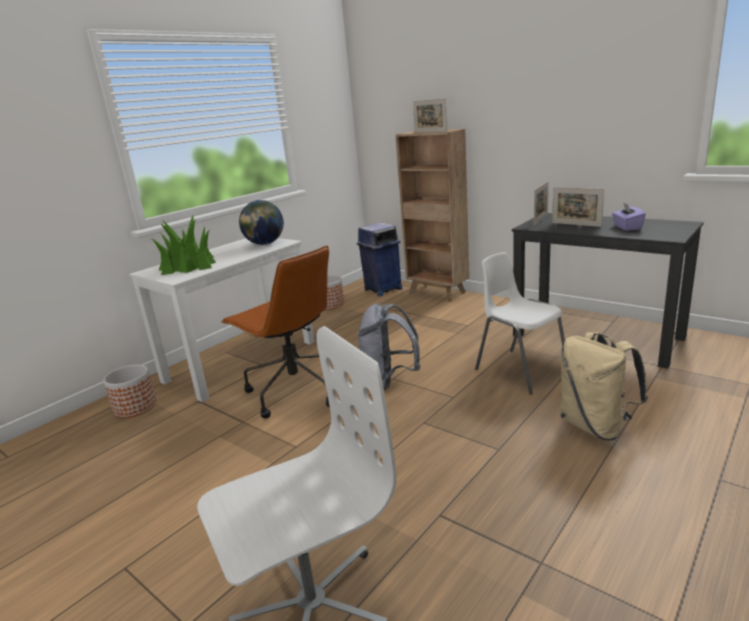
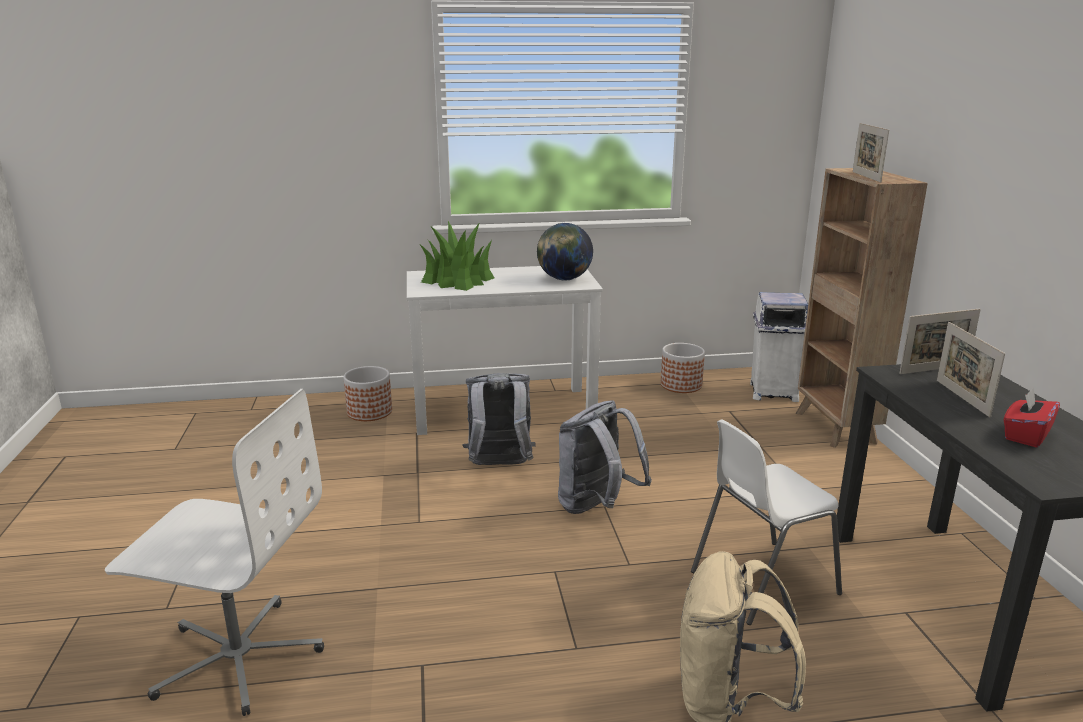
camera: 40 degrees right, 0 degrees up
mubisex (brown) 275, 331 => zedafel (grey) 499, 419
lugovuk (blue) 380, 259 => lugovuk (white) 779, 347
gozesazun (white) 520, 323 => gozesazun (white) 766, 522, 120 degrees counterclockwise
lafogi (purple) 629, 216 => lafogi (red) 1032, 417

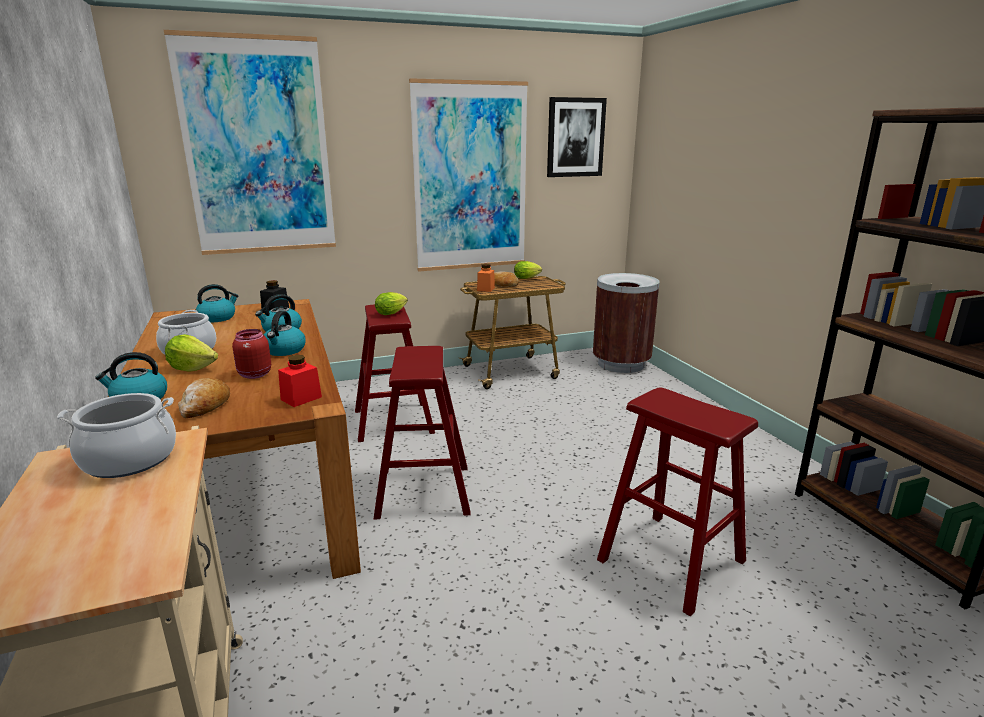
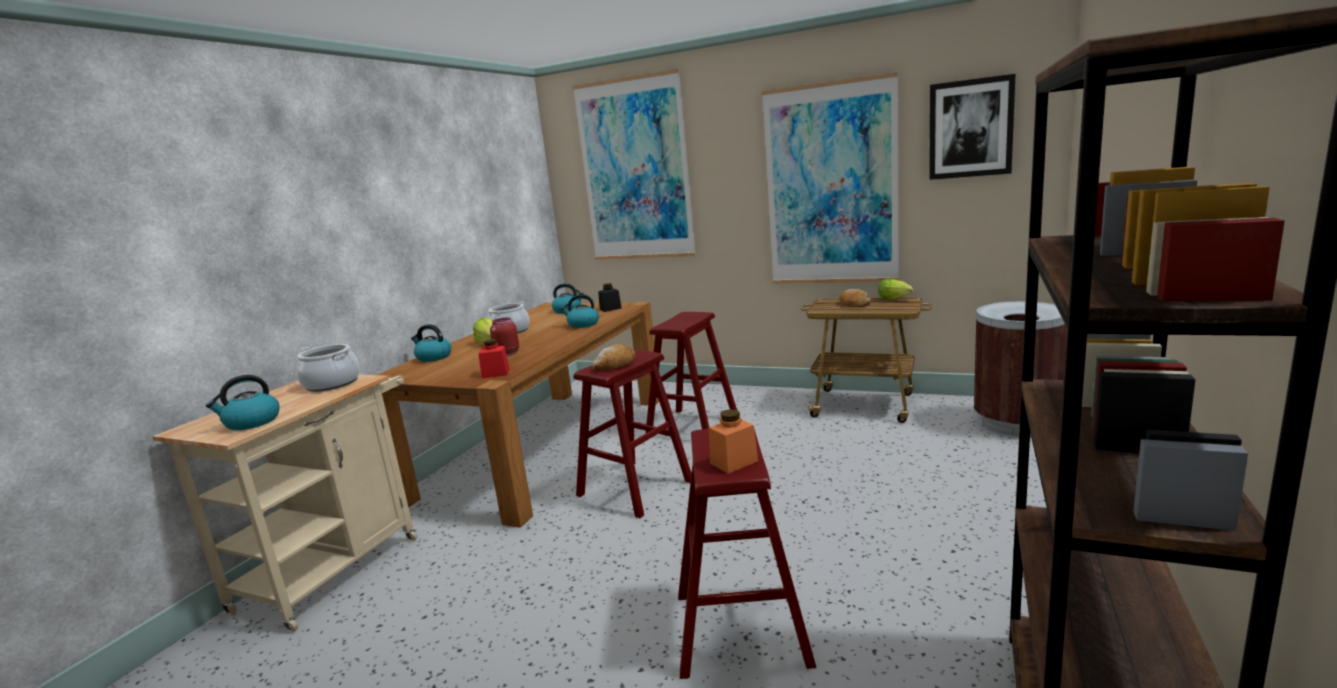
camera: 45 degrees right, 5 degrees down
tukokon 204, 398 => tukokon 614, 357, shifted
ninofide 285, 333 => ninofide 243, 402, shifted
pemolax 391, 303 => nothing
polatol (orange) 486, 278 => polatol (orange) 733, 441, shifted

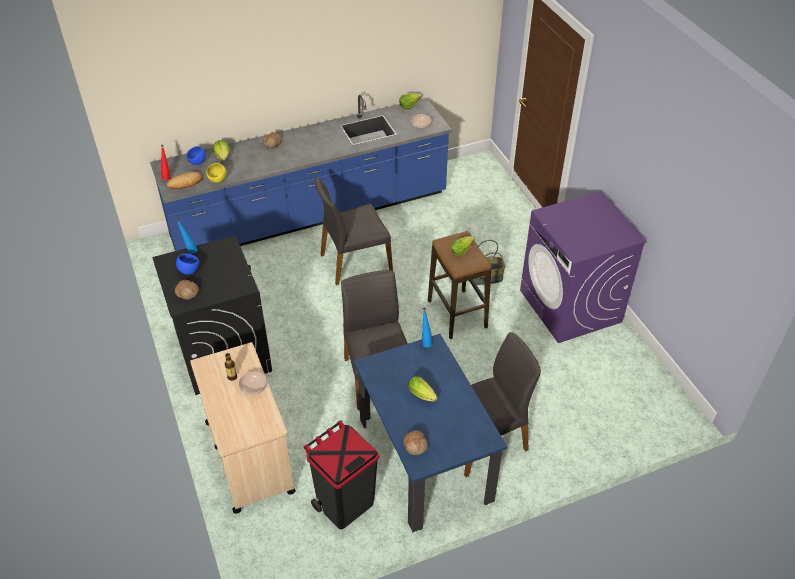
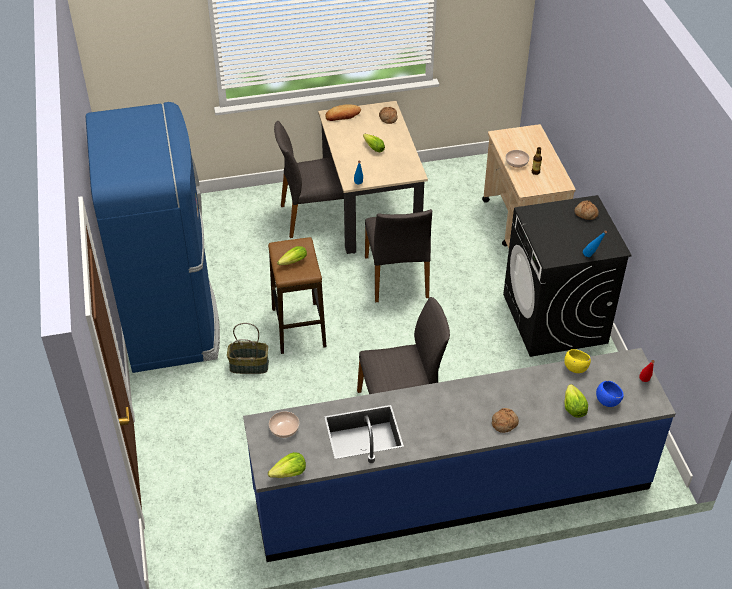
camera: 170 degrees left, 0 degrees up
tukokon 185, 180 => tukokon 343, 112, shifted
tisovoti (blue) 187, 263 => nothing
lugovuk (black) 341, 474 => nothing
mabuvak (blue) 430, 433 => mabuvak (beige) 373, 177
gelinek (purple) 583, 267 => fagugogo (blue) 153, 237

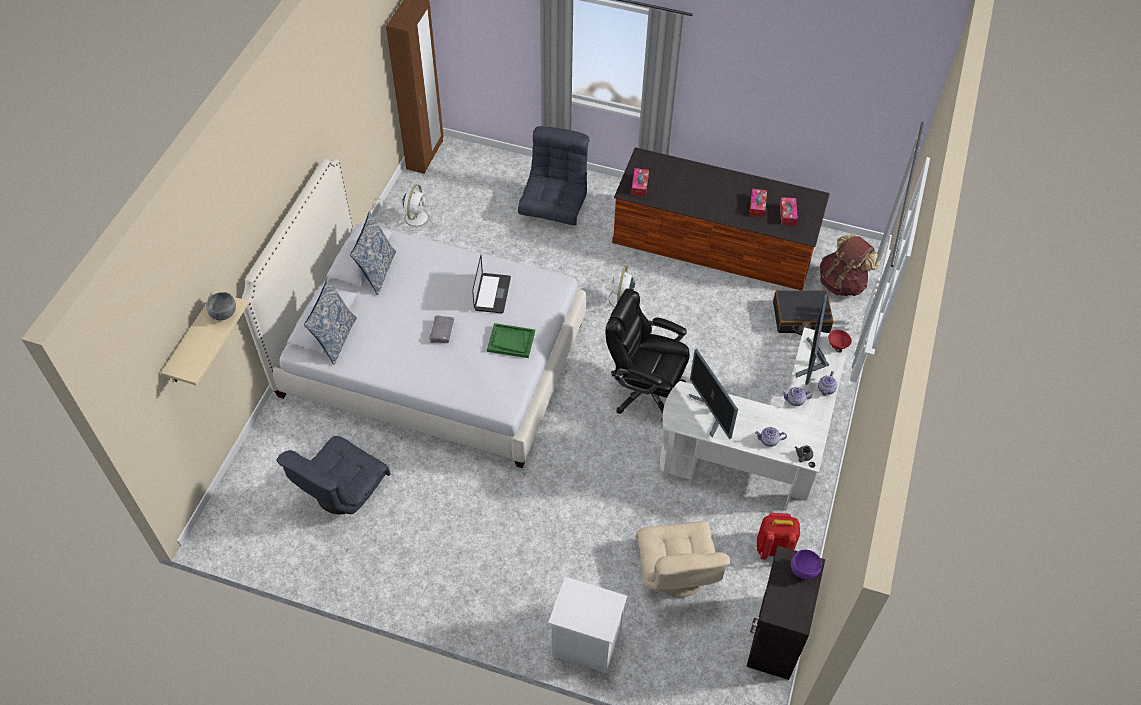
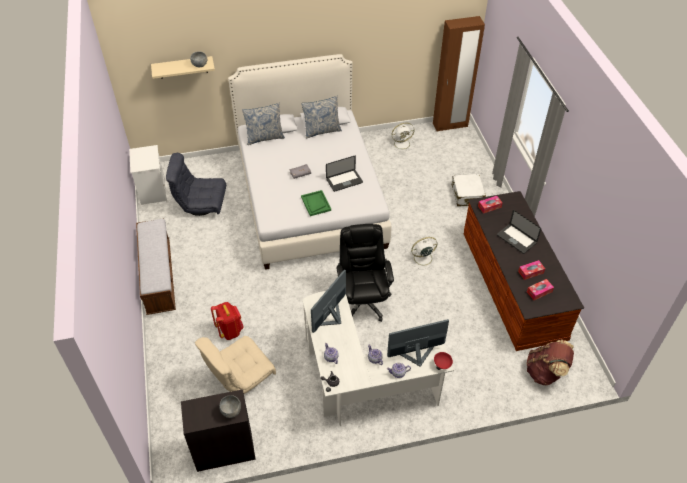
camera: 60 degrees right, 5 degrees down
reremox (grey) 554, 175 => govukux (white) 469, 190
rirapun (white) 587, 625 => rirapun (white) 148, 175, shifted
zedafel (red) 778, 536 => zedafel (red) 227, 321, shifted
govukux (black) 803, 312 => nothing
tisovoti (purple) 806, 564 => tisovoti (grey) 230, 406
nothing => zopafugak 156, 267
nothing => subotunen 519, 232

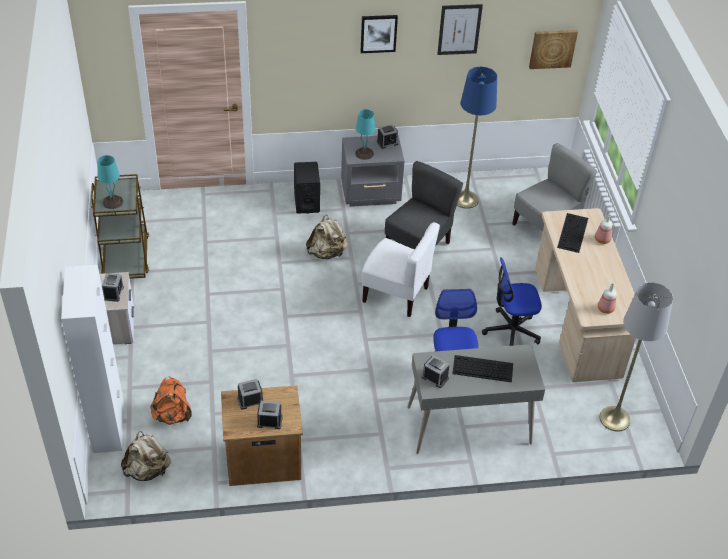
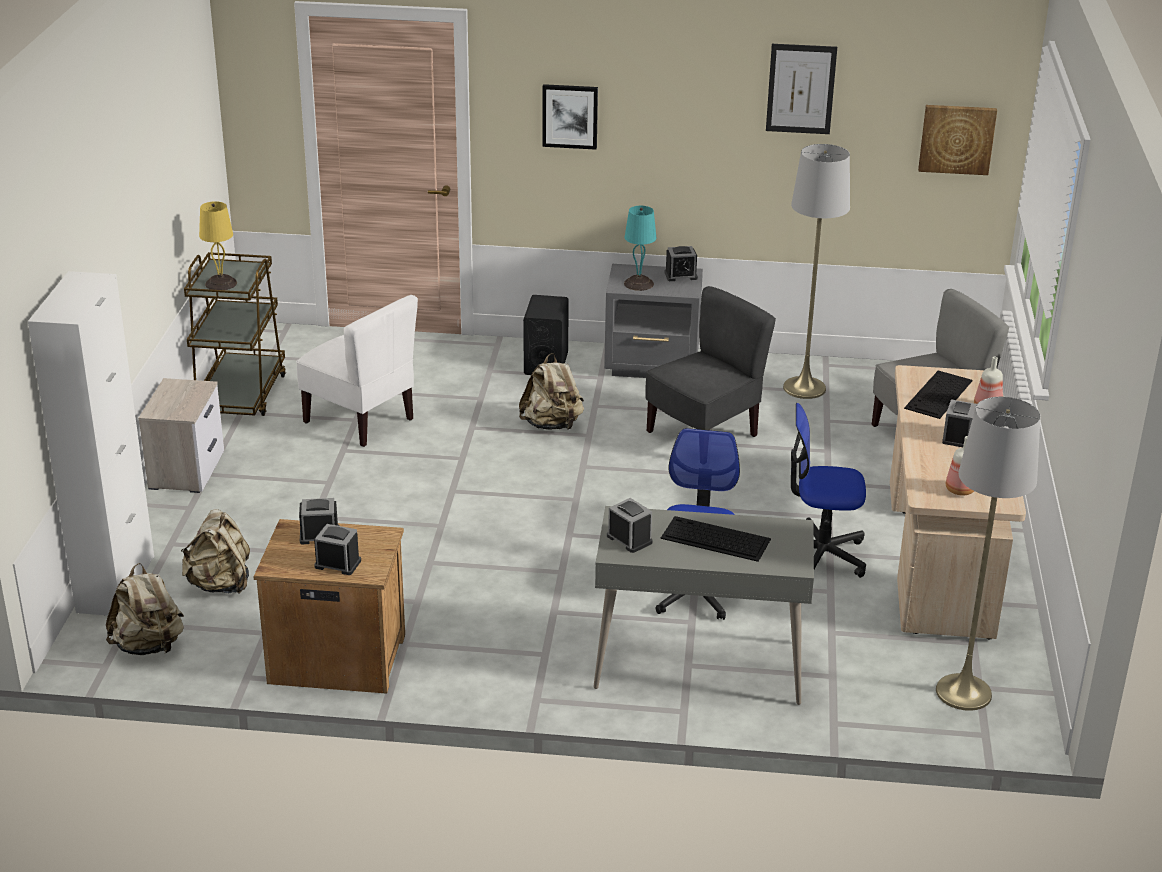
camera: 15 degrees right, 15 degrees down
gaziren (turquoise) 110, 182 => gaziren (yellow) 218, 245
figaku 113, 287 => figaku 959, 423, shifted
zedafel (orange) 171, 400 => zedafel (beige) 215, 551
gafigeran 379, 34 => gafigeran 570, 117, shifted
gozesazun (white) 401, 269 => gozesazun (white) 357, 371, shifted
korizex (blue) 477, 138 => korizex (grey) 816, 271

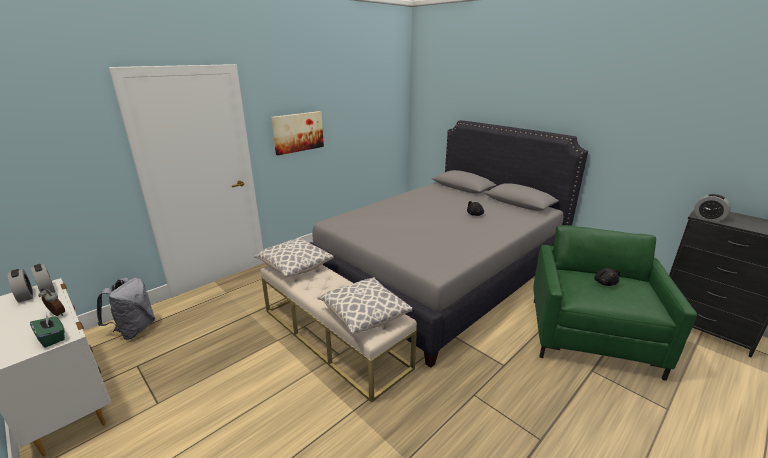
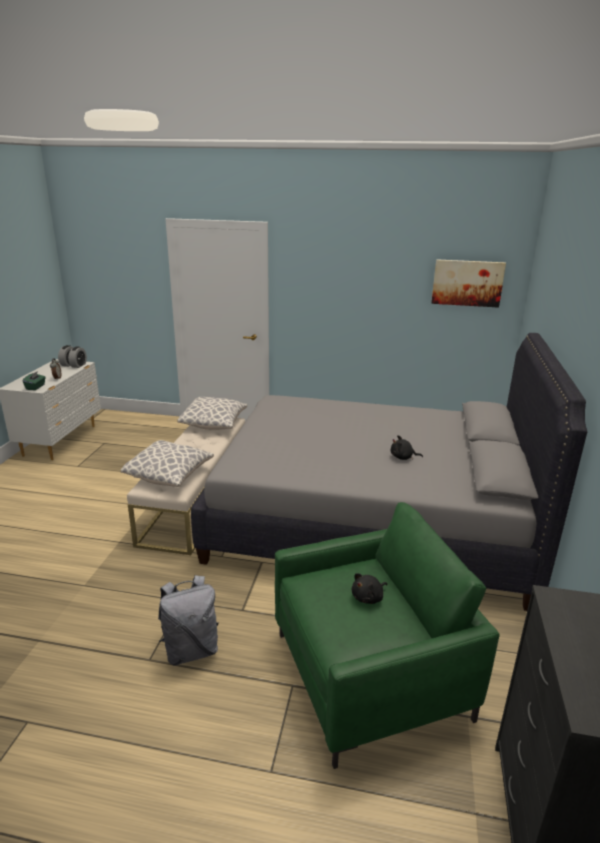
camera: 55 degrees right, 0 degrees up
zedafel (grey) 126, 309 => zedafel (grey) 188, 620, shifted
gafigeran 298, 133 => gafigeran 468, 283, shifted
figaku 712, 208 => nothing

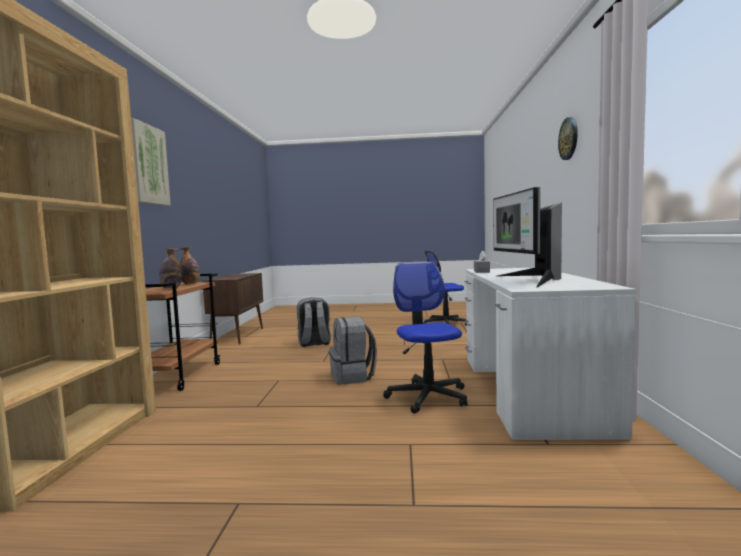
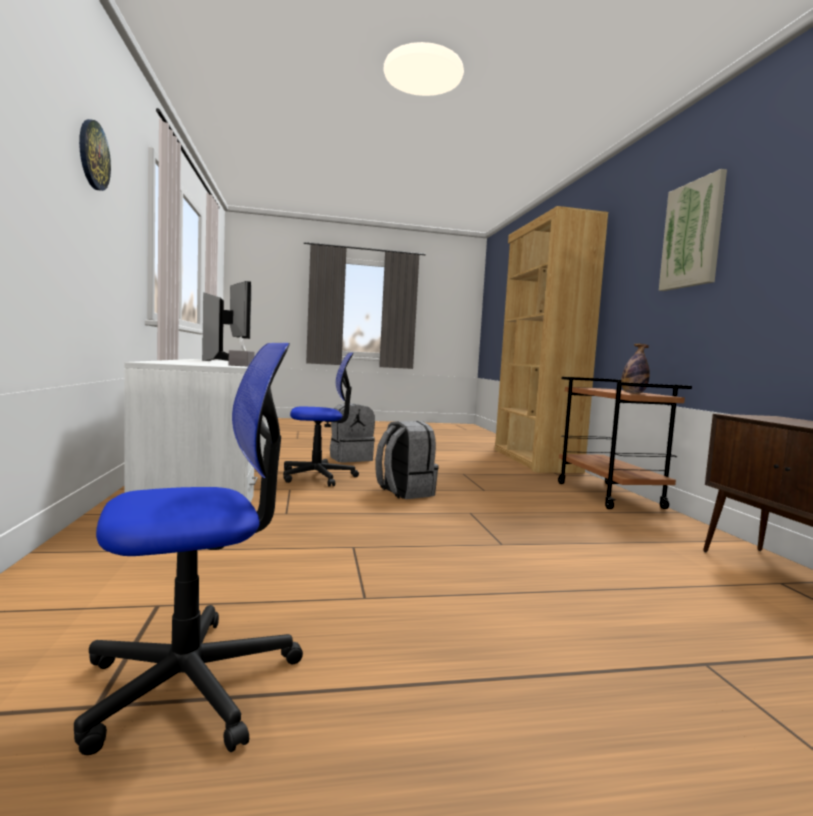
camera: 165 degrees right, 0 degrees up
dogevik 170, 268 => nothing
zedafel (grey) 314, 322 => zedafel (grey) 352, 432, shifted
mubisex 425, 337 => mubisex 321, 419, 75 degrees counterclockwise

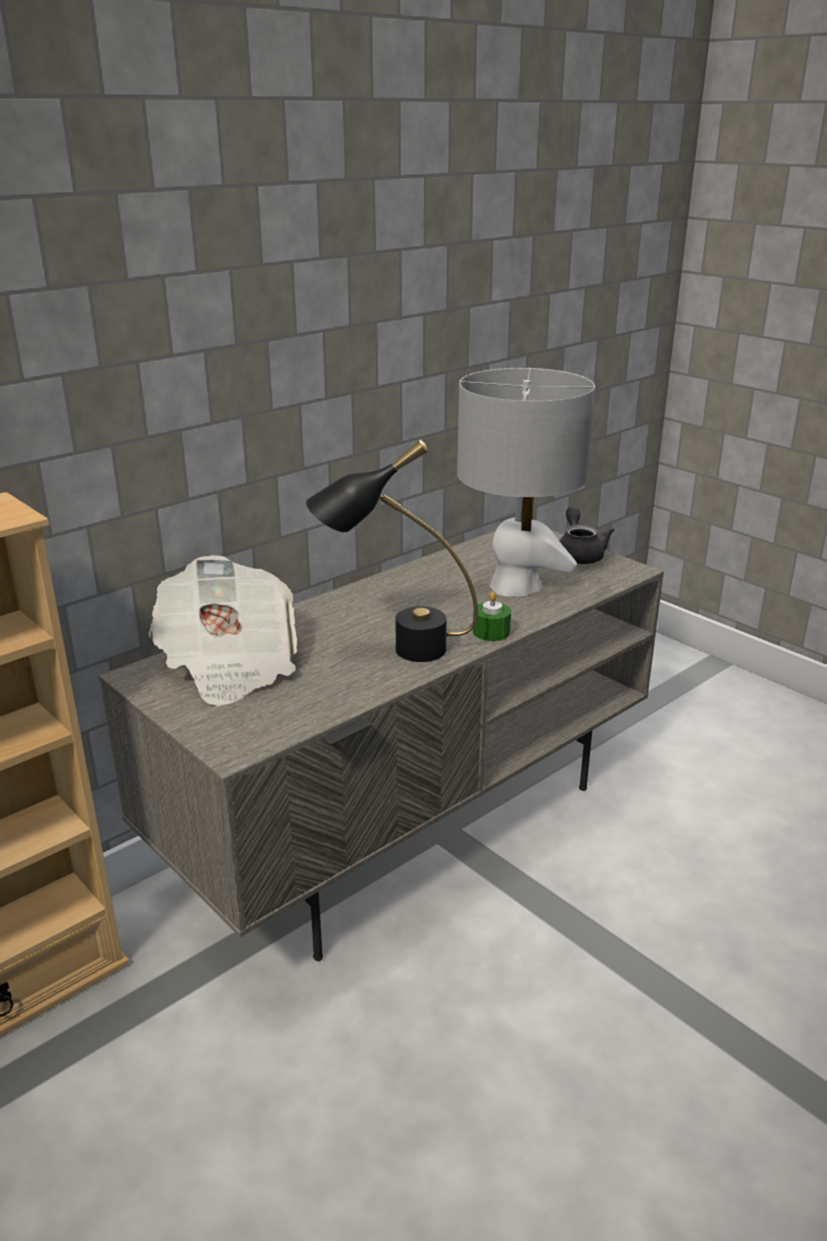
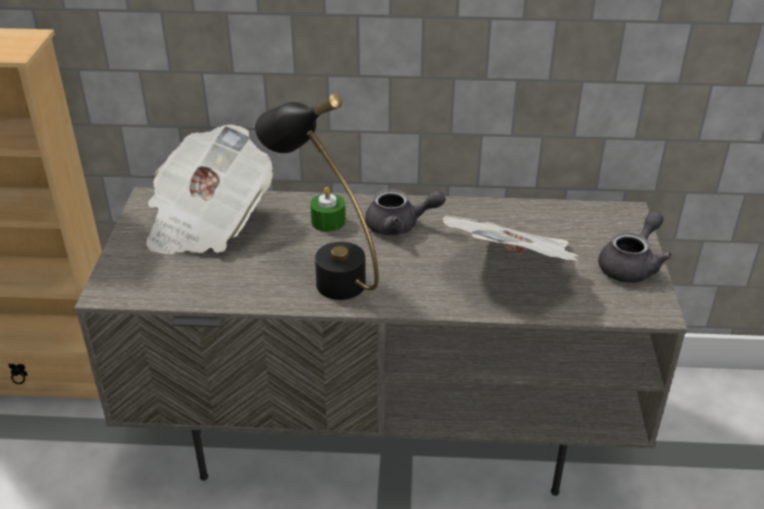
camera: 45 degrees right, 10 degrees up
gaziren (grey) 526, 482 => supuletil 511, 239
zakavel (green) 492, 616 => zakavel (green) 327, 209, shifted
nothing => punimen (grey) 405, 212

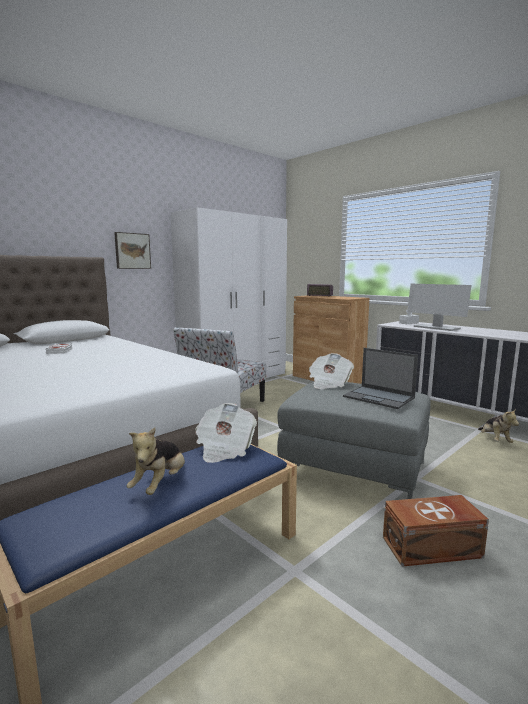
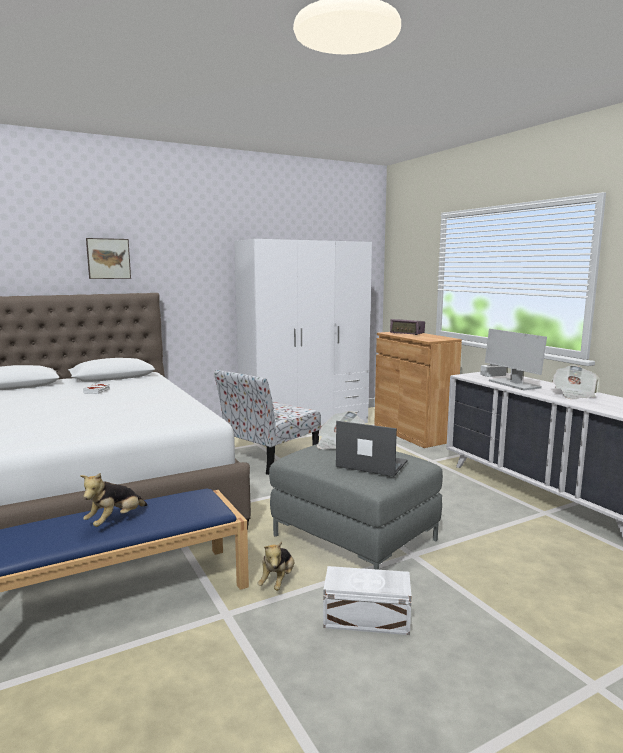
camera: 15 degrees right, 0 degrees up
gafigeran 132, 250 => gafigeran 108, 258, shifted
supuletil 226, 433 => supuletil 576, 382, shifted
subotunen 380, 378 => subotunen 372, 448, 150 degrees clockwise
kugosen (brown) 436, 531 => kugosen (white) 367, 600
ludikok 498, 426 => ludikok 275, 566, shifted

